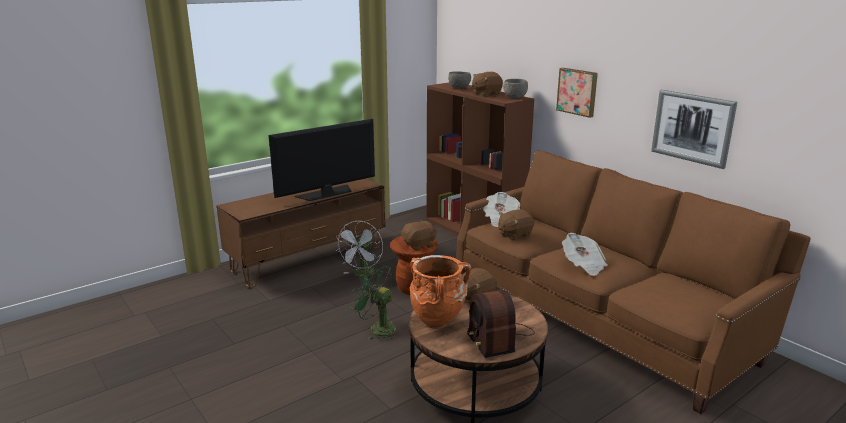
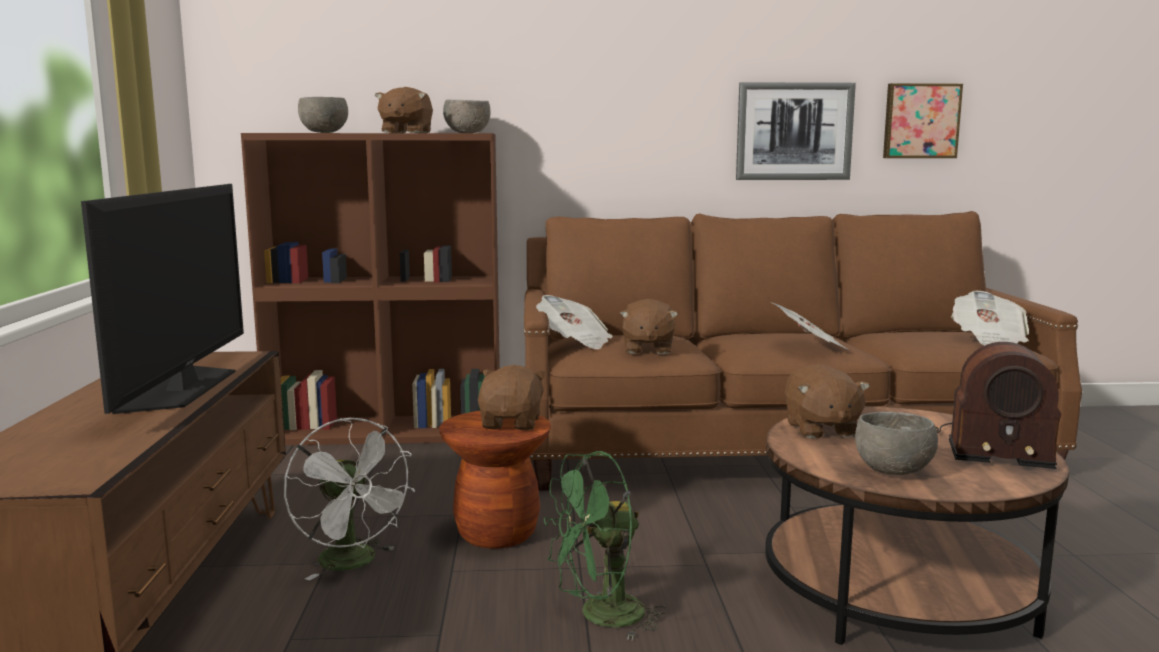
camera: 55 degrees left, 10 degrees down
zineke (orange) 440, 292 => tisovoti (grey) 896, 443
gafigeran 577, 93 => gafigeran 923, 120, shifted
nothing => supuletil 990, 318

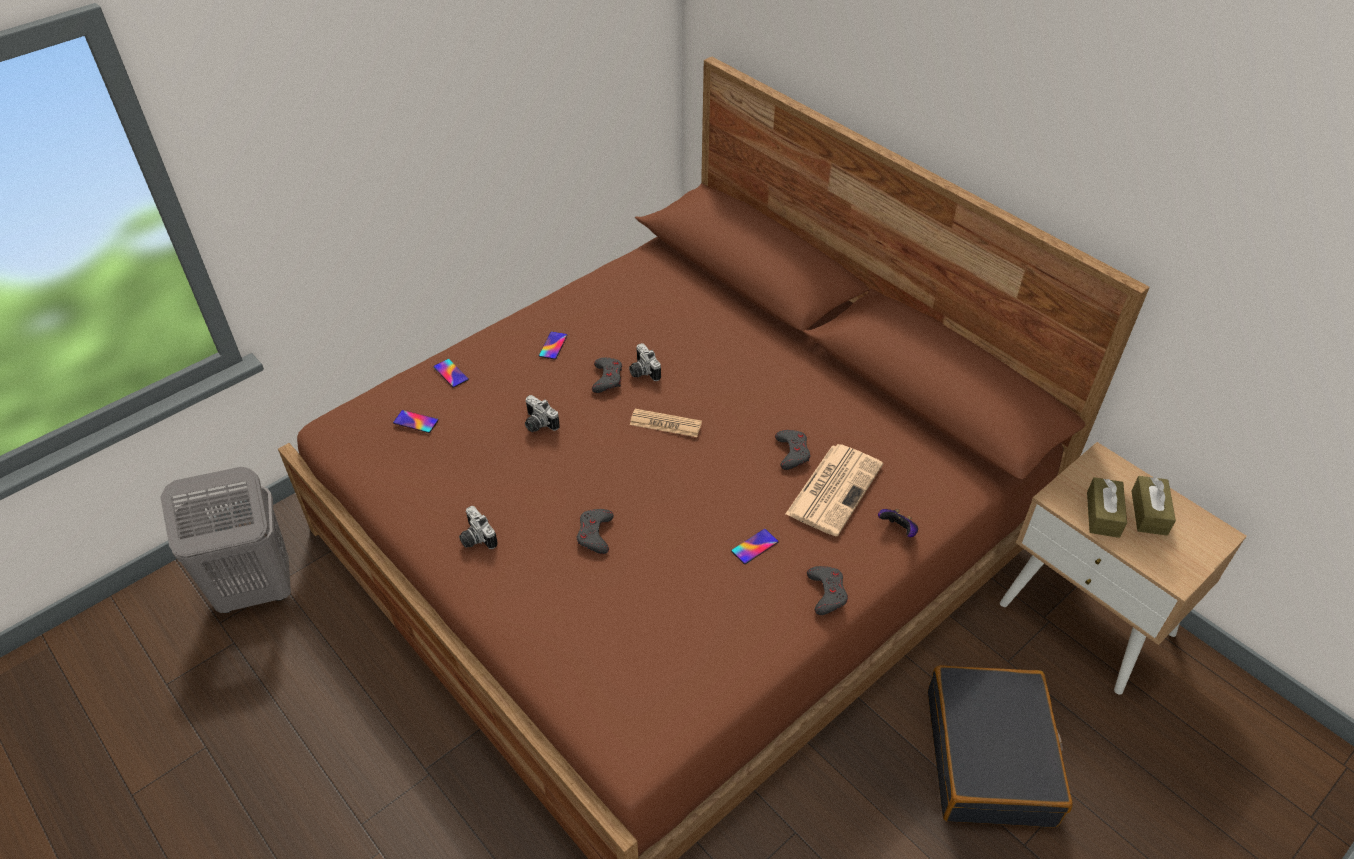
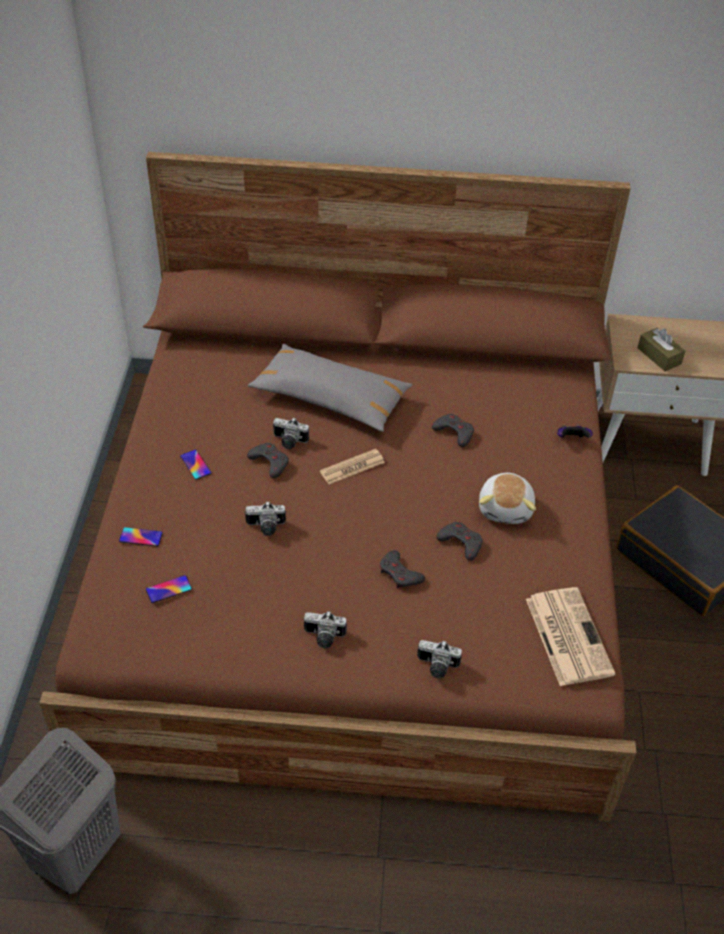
camera: 45 degrees left, 0 degrees up
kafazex 755, 546 => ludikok 507, 498
supuletil 834, 490 => supuletil 570, 636, shifted
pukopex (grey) 827, 590 => pukopex (grey) 459, 541, shifted
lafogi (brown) 1153, 506 => nothing
nothing => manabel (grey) 330, 388
nothing => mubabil 439, 659

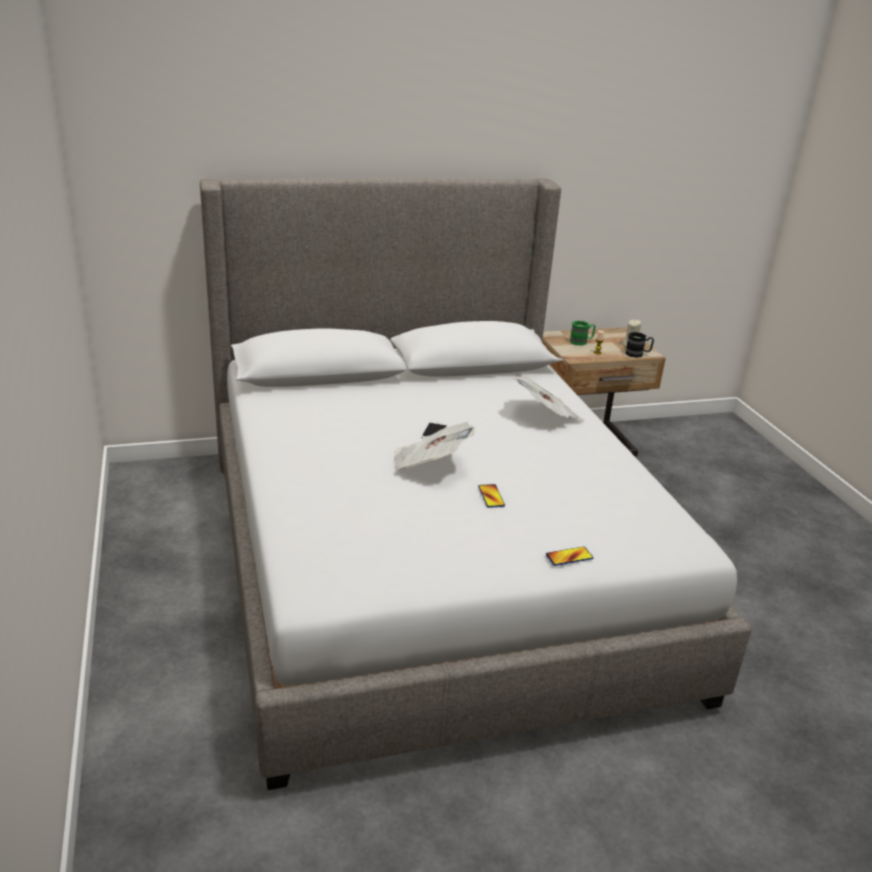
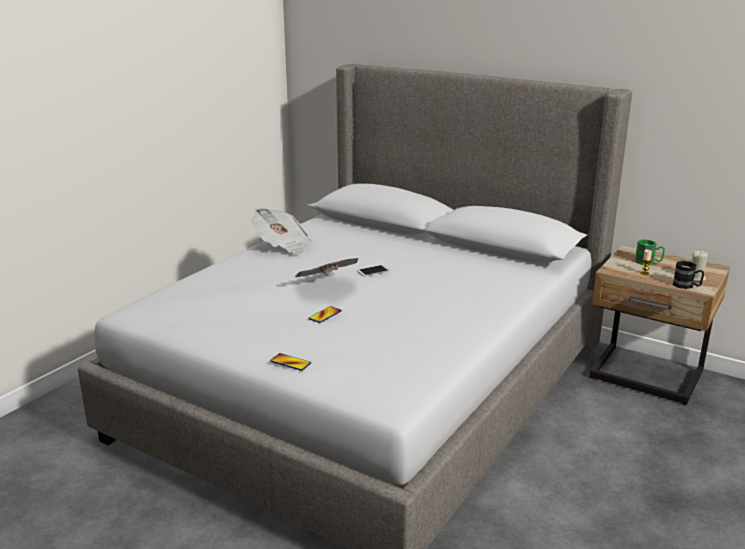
camera: 50 degrees right, 5 degrees down
supuletil 549, 398 => supuletil 281, 231, shifted

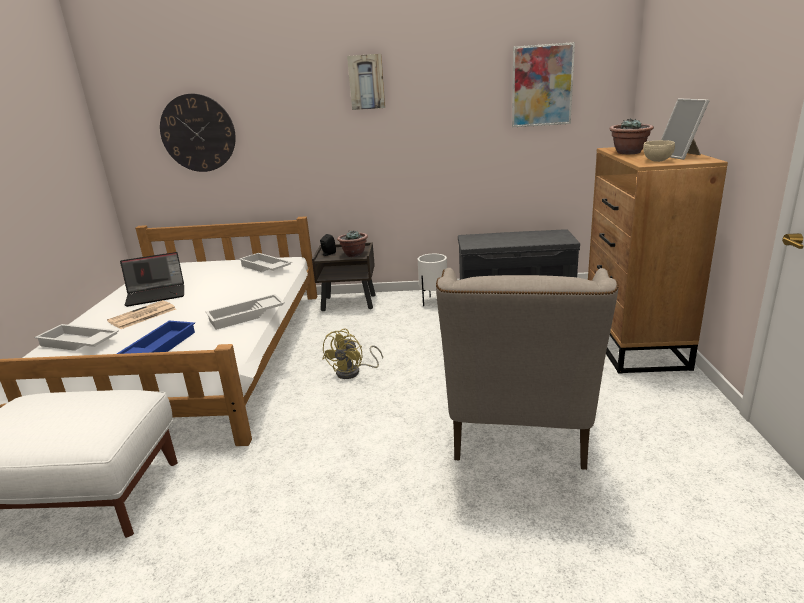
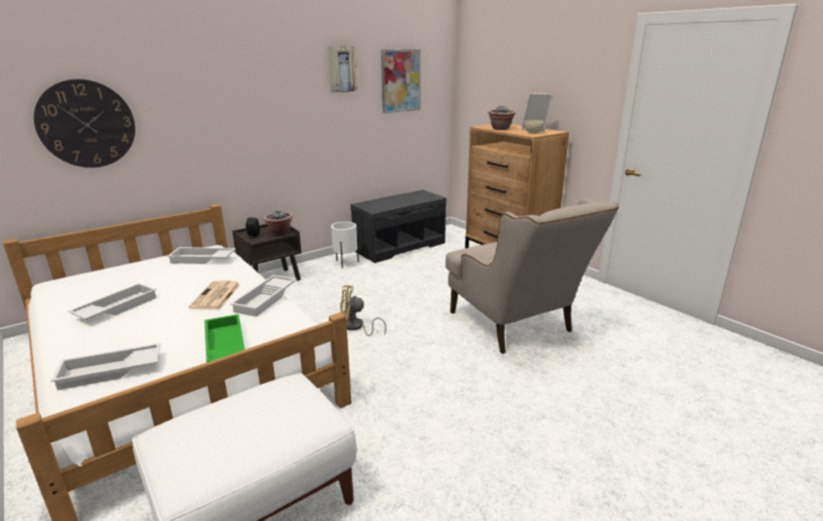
camera: 40 degrees left, 0 degrees up
supuletil 141, 314 => supuletil 215, 295, shifted
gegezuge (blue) 156, 337 => gegezuge (green) 224, 338
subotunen 152, 279 => gegezuge (white) 112, 302
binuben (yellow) 352, 354 => binuben (yellow) 363, 310, 105 degrees clockwise
gafigeran 366, 82 => gafigeran 343, 69, shifted

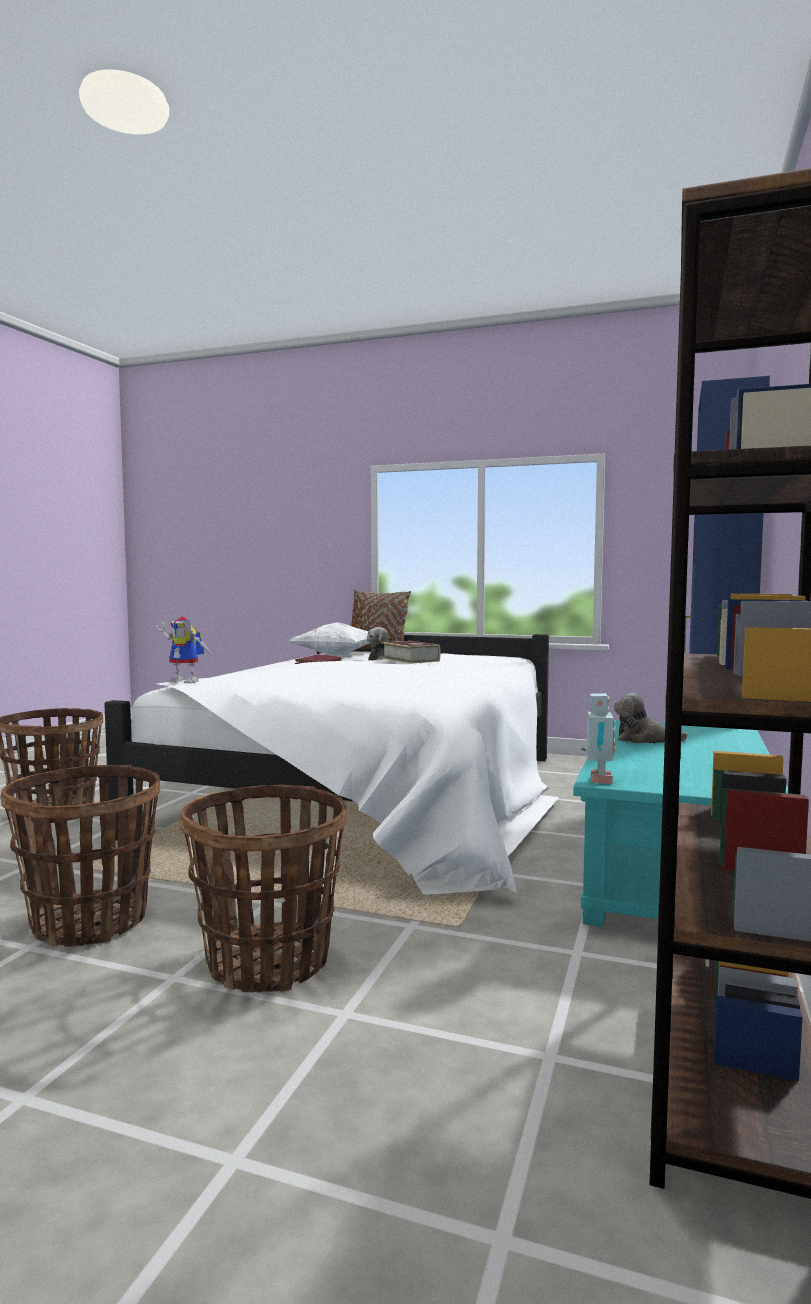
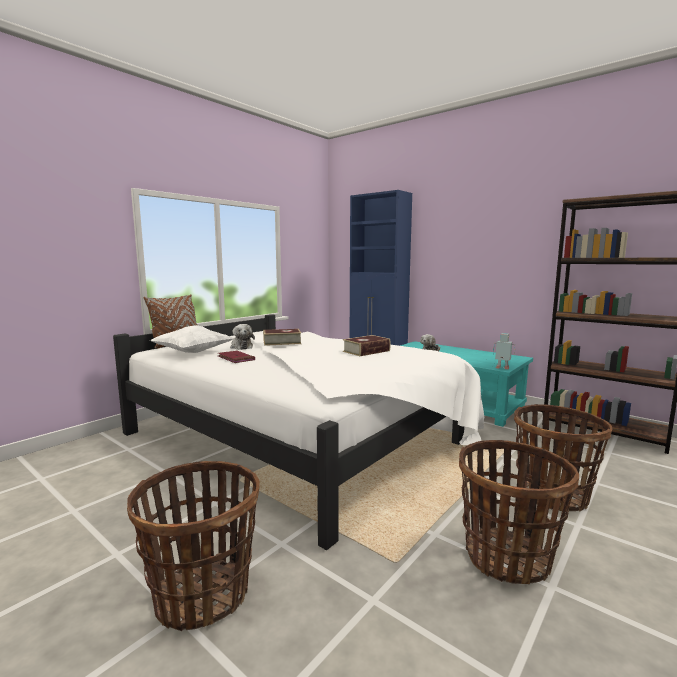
camera: 70 degrees left, 5 degrees up
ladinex 185, 649 => nothing
nothing => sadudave 367, 345

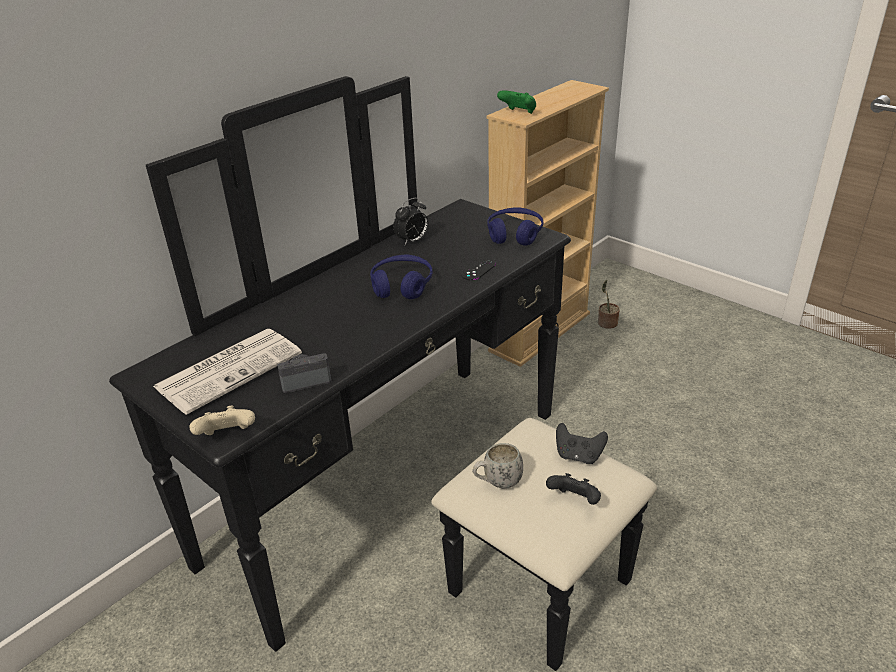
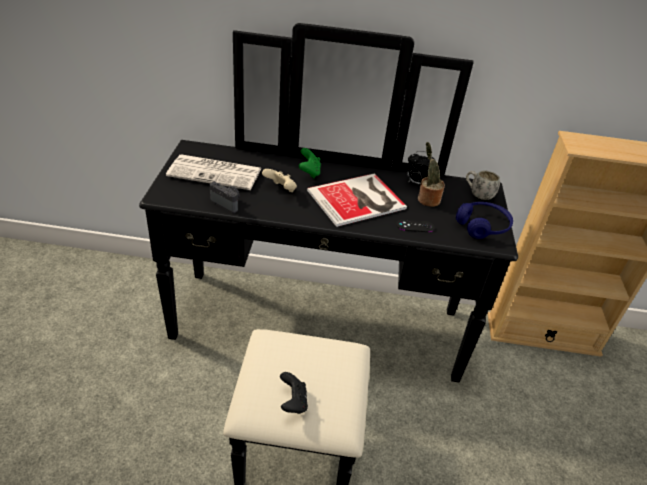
camera: 50 degrees right, 5 degrees up
pukopex (beige) 222, 420 => pukopex (beige) 279, 180, shifted
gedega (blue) 401, 277 => sadudave 357, 200
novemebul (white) 497, 465 => novemebul (white) 483, 185, shifted
pukopex (green) 516, 102 => pukopex (green) 310, 163, shifted
pukopex (black) 582, 443 => nothing
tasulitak 609, 304 => tasulitak 431, 174, shifted

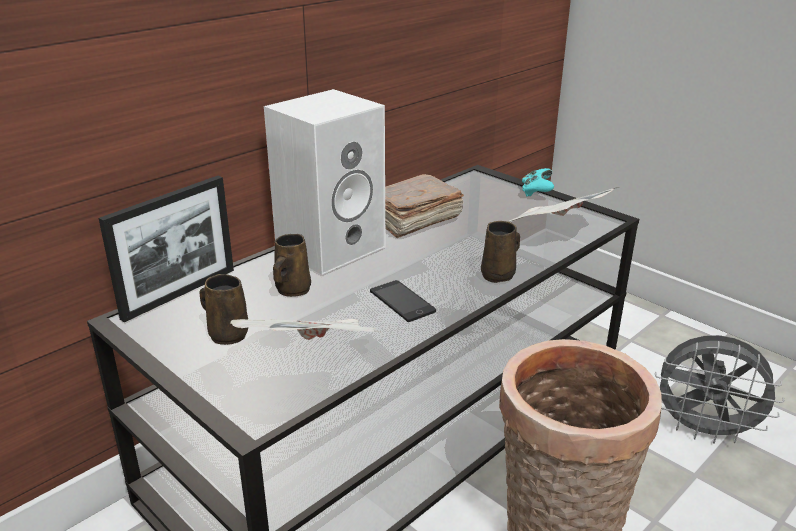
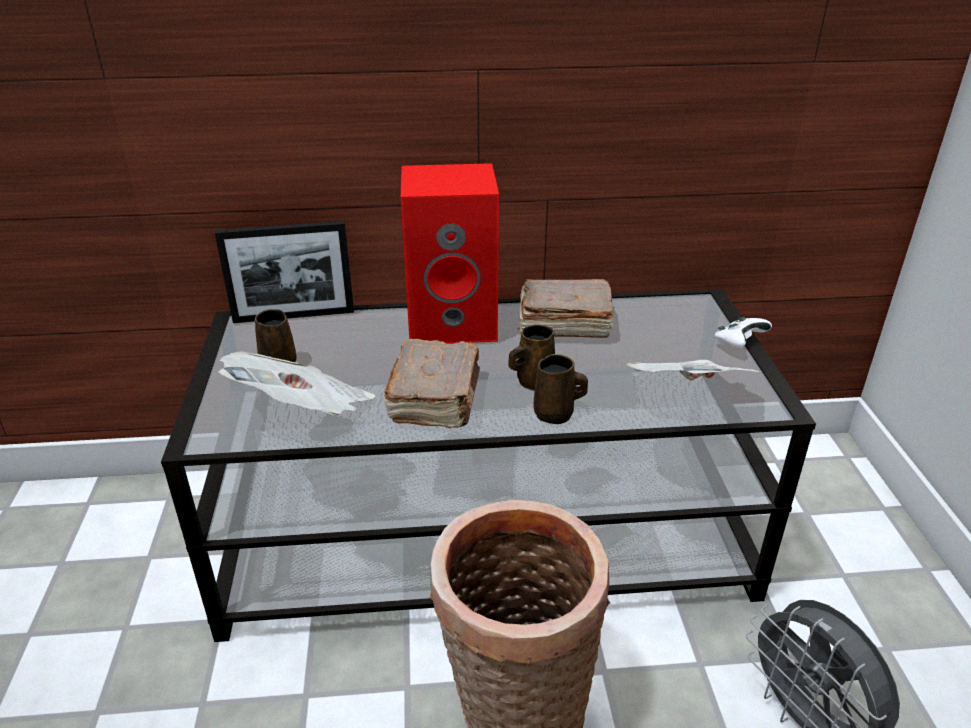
camera: 40 degrees right, 5 degrees up
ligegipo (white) 324, 182 => ligegipo (red) 450, 253
novemebul (brown) 292, 265 => novemebul (brown) 531, 357, shifted
kafazex 403, 301 => sadudave (brown) 432, 383
pukopex (turquoise) 538, 182 => pukopex (white) 743, 332

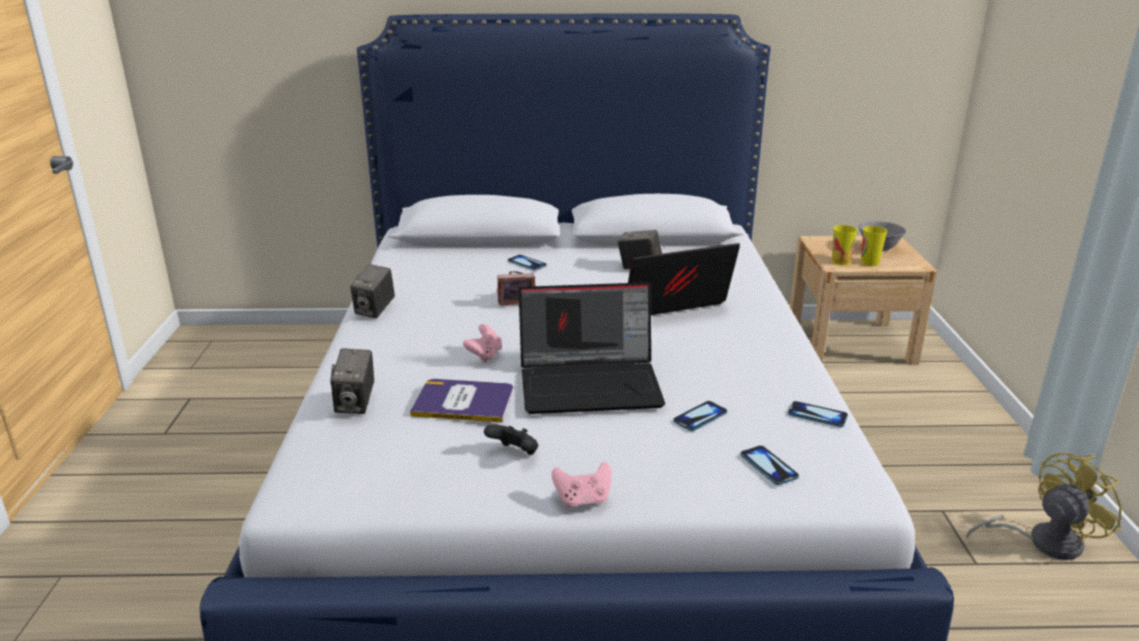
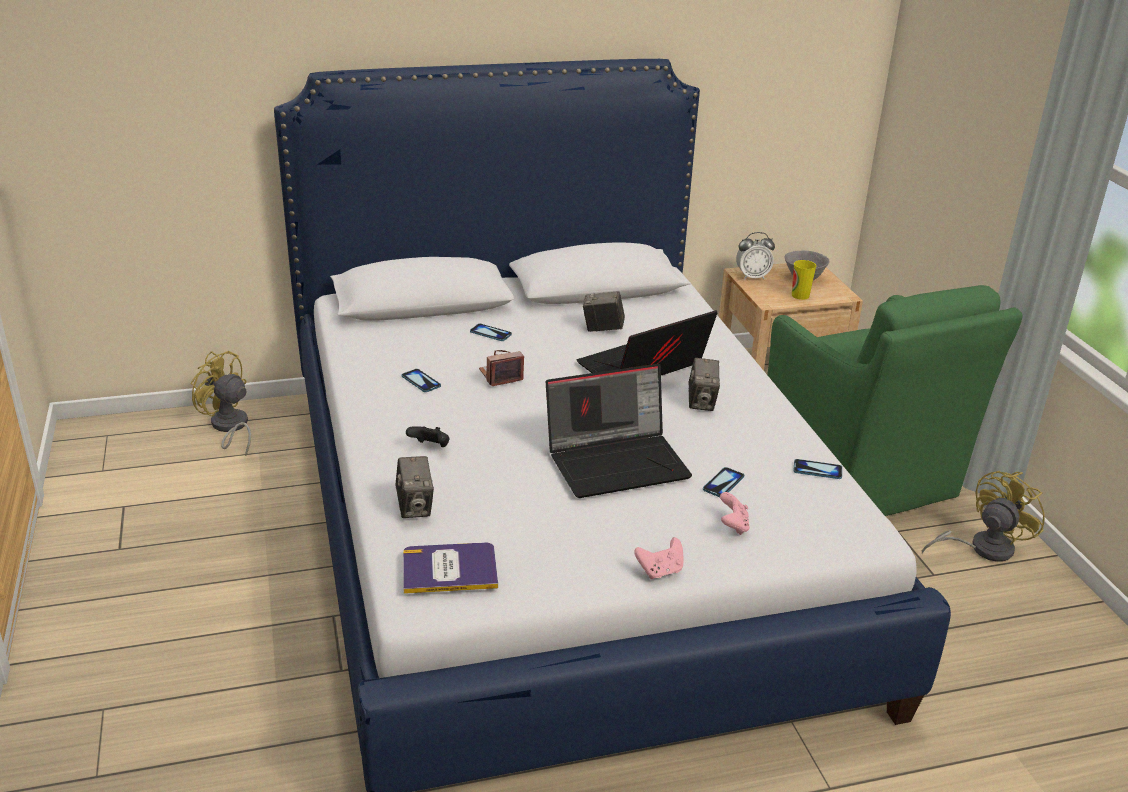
camera: 15 degrees left, 5 degrees up
mubabil 372, 291 => mubabil 704, 384, shifted
sadudave 461, 401 => sadudave 450, 568, shifted
pukopex (pink) 482, 343 => pukopex (pink) 735, 513, shifted
pukopex (black) 511, 440 => pukopex (black) 427, 436, shifted
kafazex 769, 465 => kafazex 421, 380, shifted
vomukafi 844, 245 => nothing
nothing => binuben (yellow) 221, 403
nothing => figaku 755, 256
nothing => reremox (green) 895, 400

